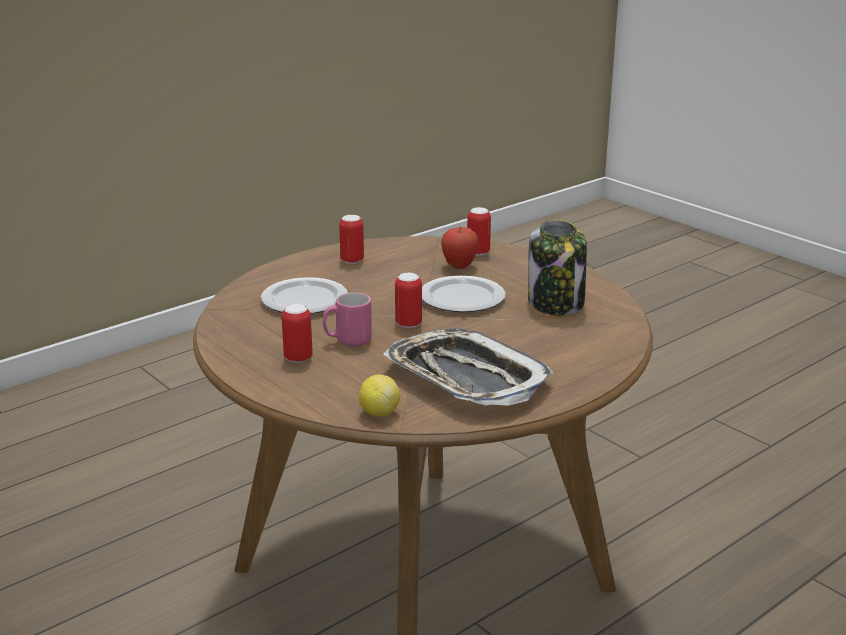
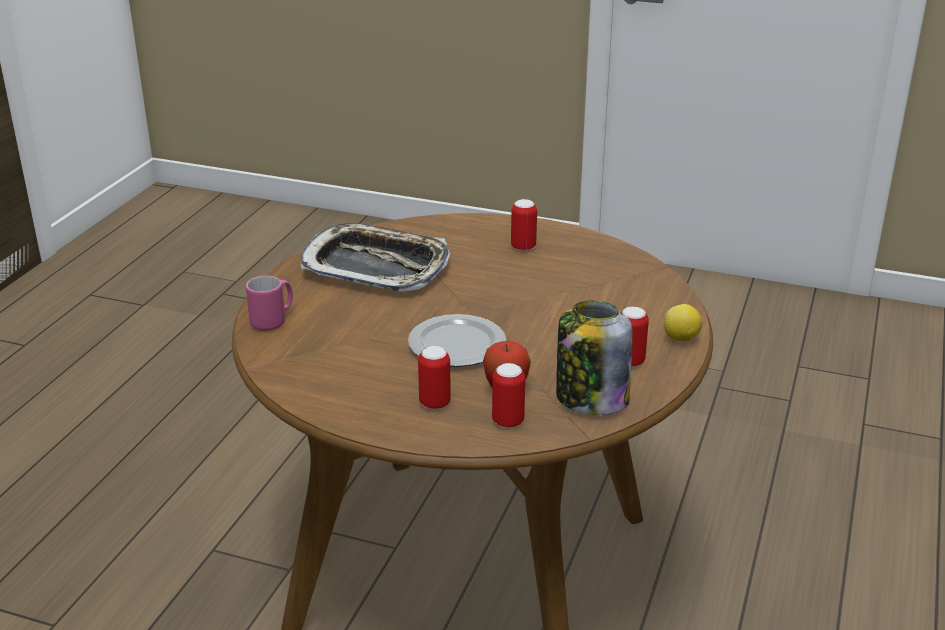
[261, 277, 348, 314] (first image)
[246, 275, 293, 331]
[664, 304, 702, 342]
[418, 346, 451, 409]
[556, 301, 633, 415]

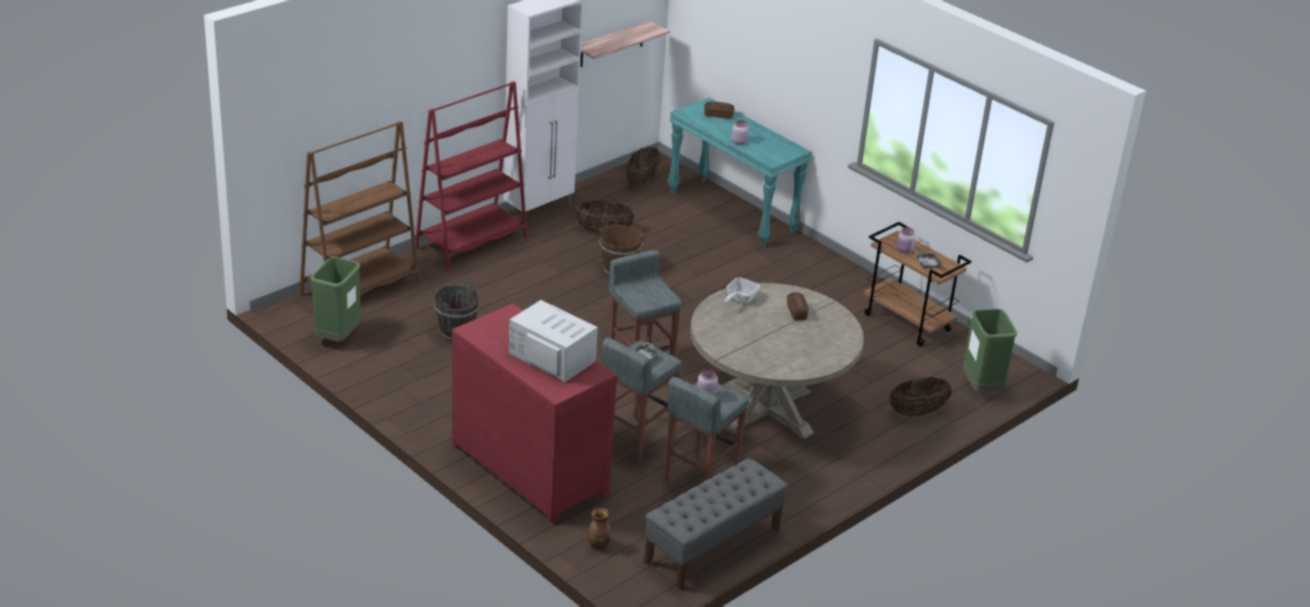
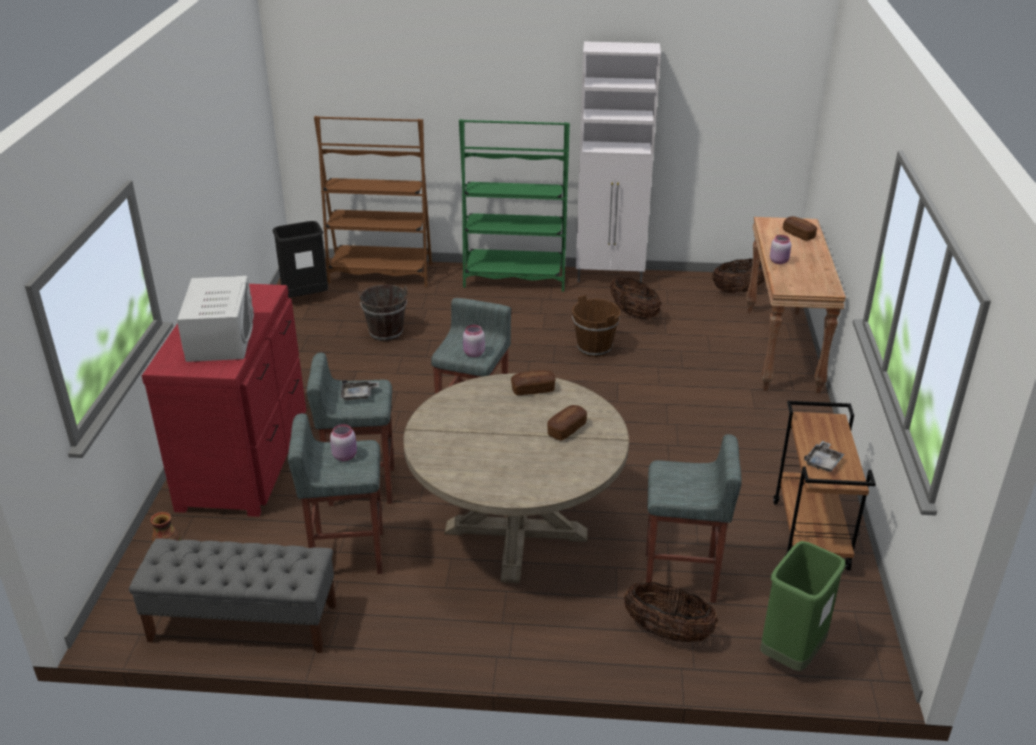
[580, 21, 670, 67] (first image)
[646, 434, 742, 603]
[463, 325, 485, 357]
[511, 370, 555, 395]
[272, 221, 328, 297]
[459, 119, 570, 292]
[746, 217, 846, 393]

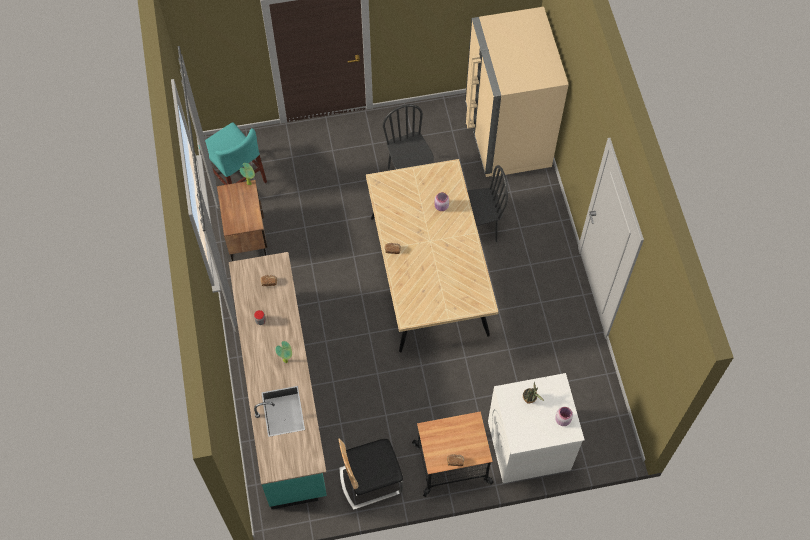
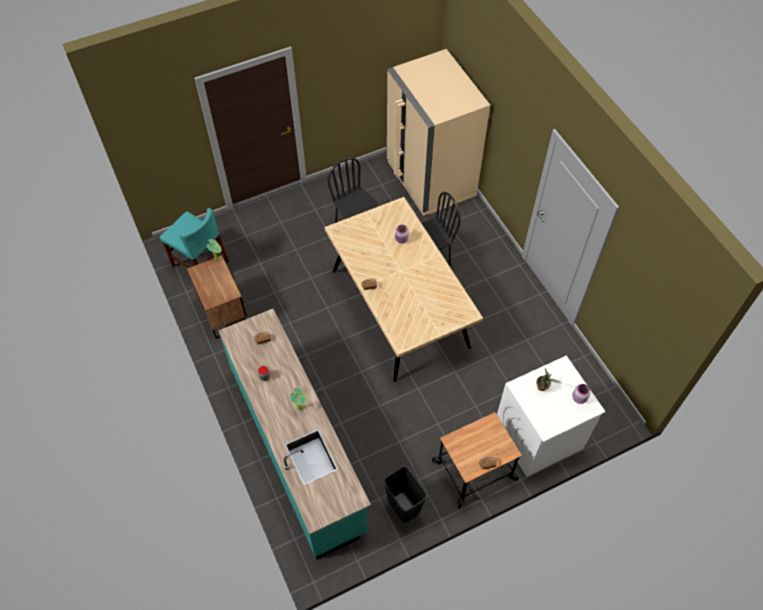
[383, 466, 428, 523]

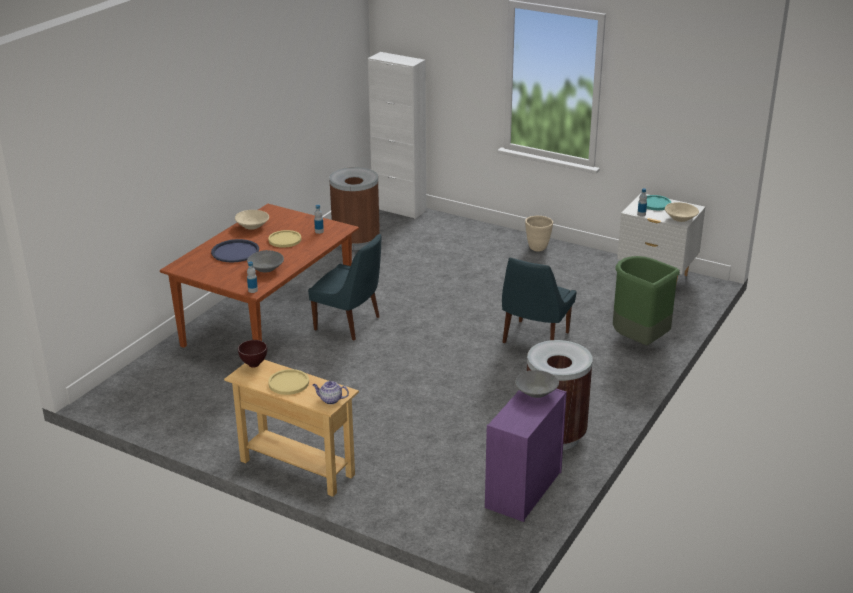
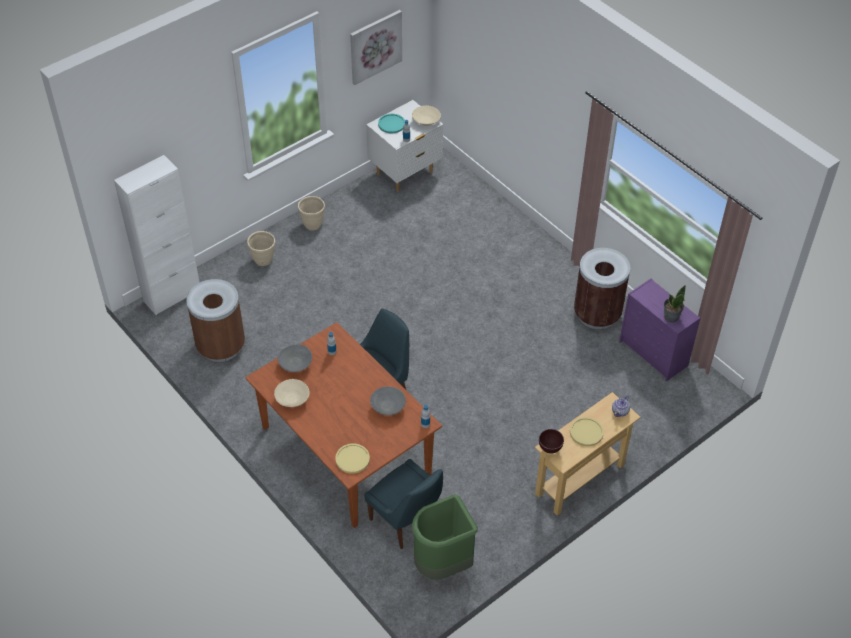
[211, 239, 259, 262] (first image)
[247, 231, 275, 266]
[350, 10, 402, 85]
[664, 286, 686, 323]
[335, 443, 370, 474]
[364, 459, 443, 549]
[278, 344, 312, 372]
[412, 495, 478, 580]

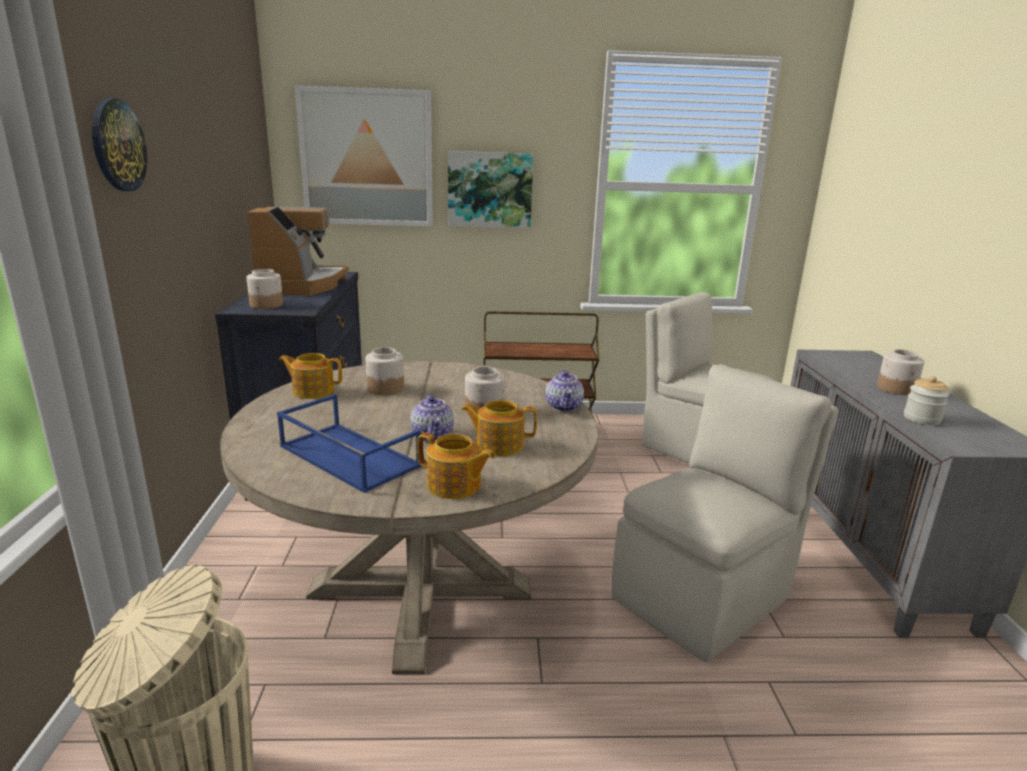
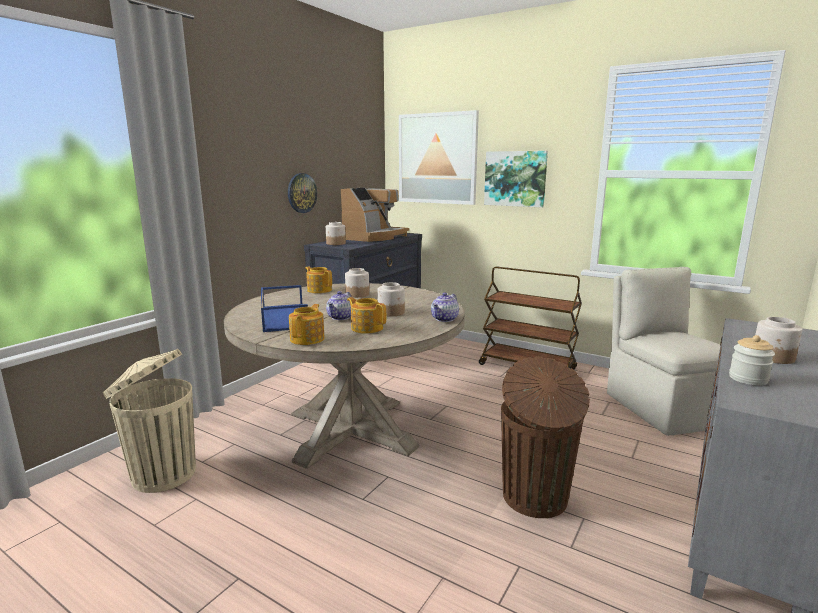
[288, 173, 317, 213]
[501, 356, 590, 518]
[289, 304, 325, 345]

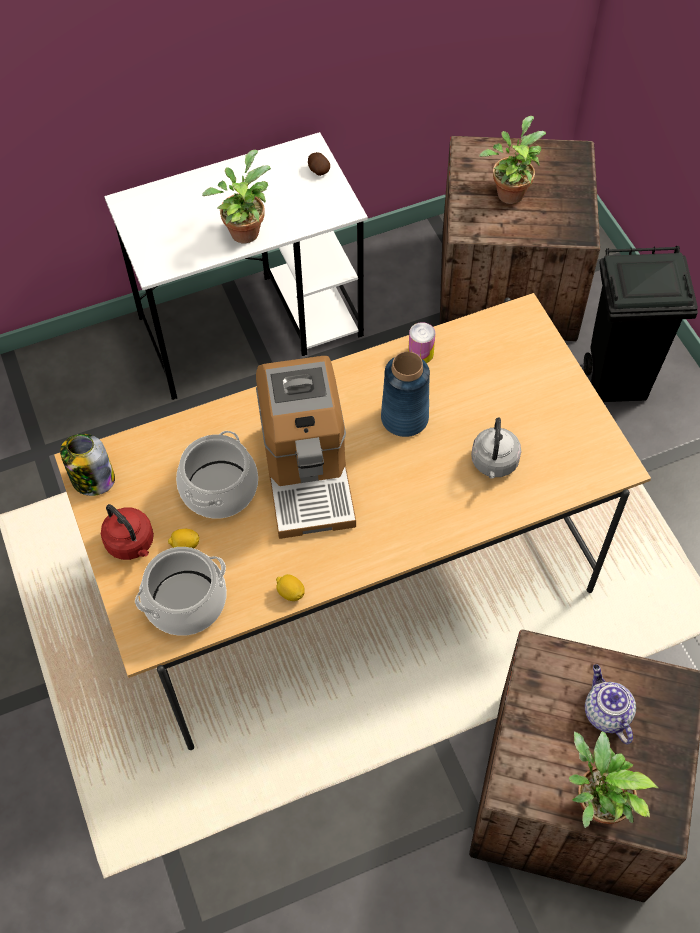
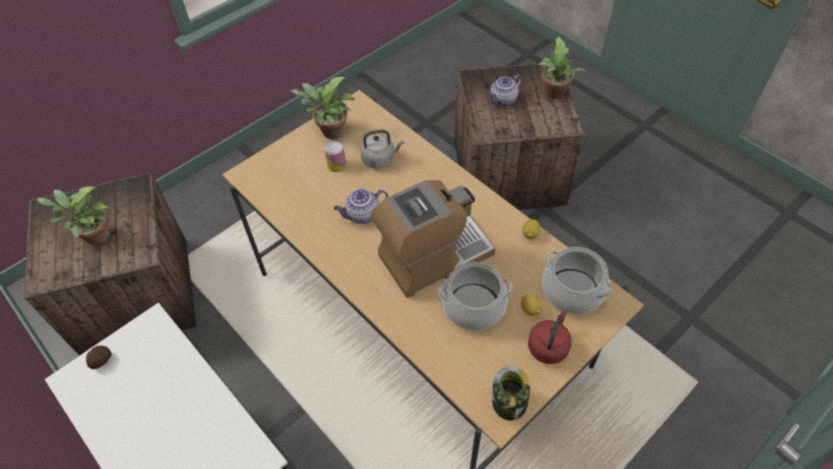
[584, 246, 698, 402] (first image)
[290, 77, 355, 139]
[324, 141, 346, 172]
[334, 189, 388, 224]

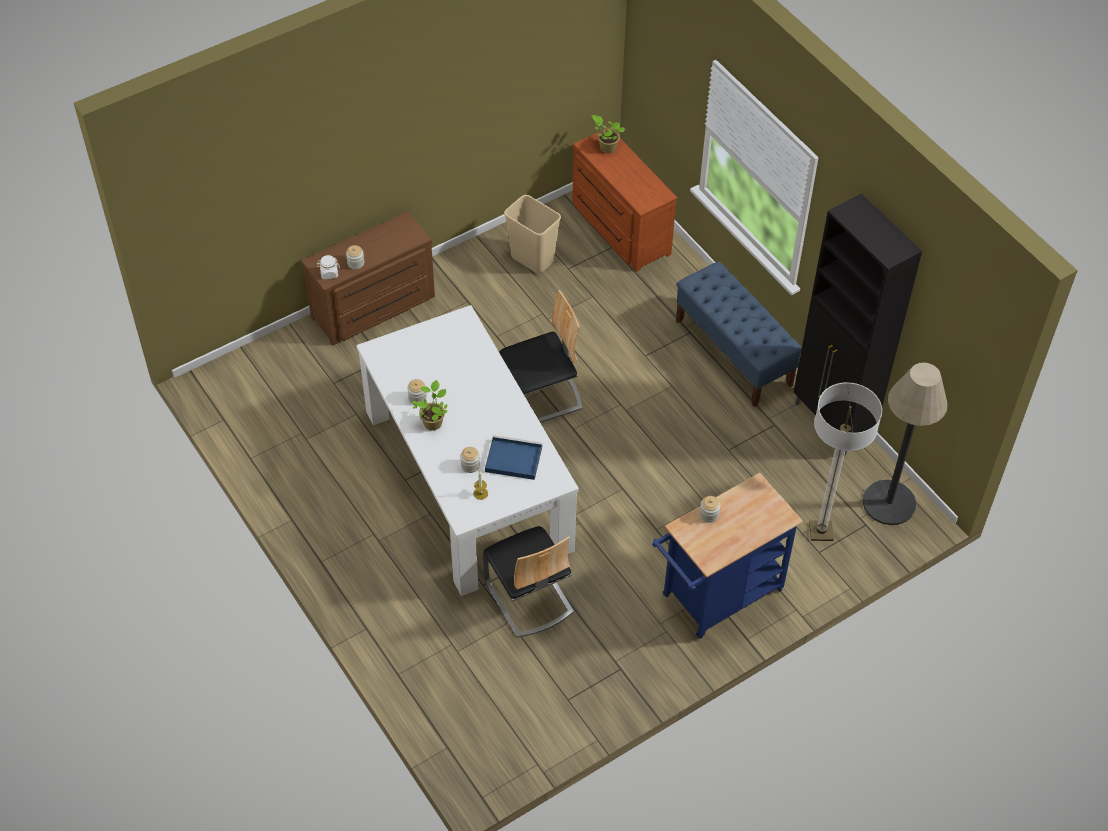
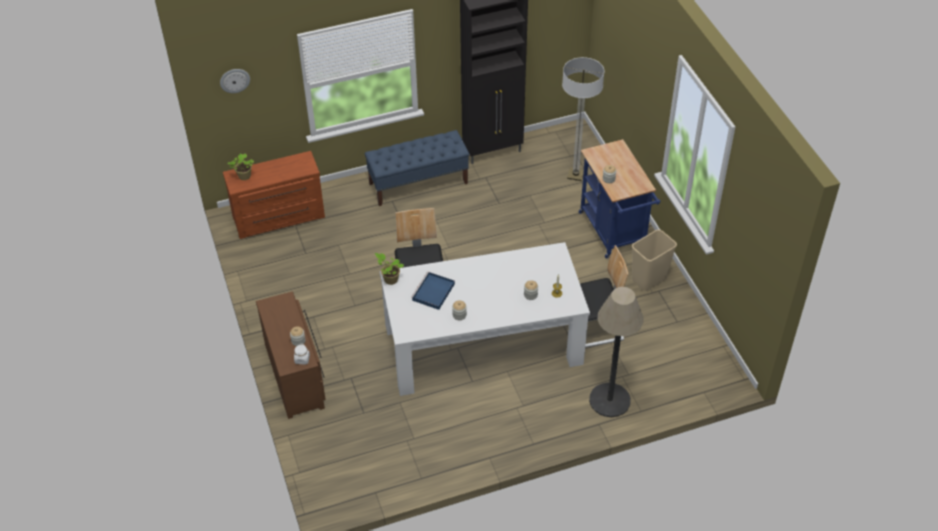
[220, 69, 250, 93]
[375, 253, 404, 285]
[411, 272, 455, 310]
[632, 229, 677, 291]
[589, 287, 644, 417]

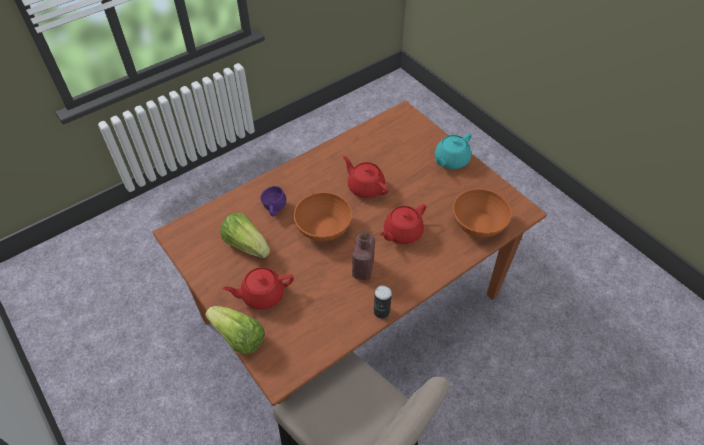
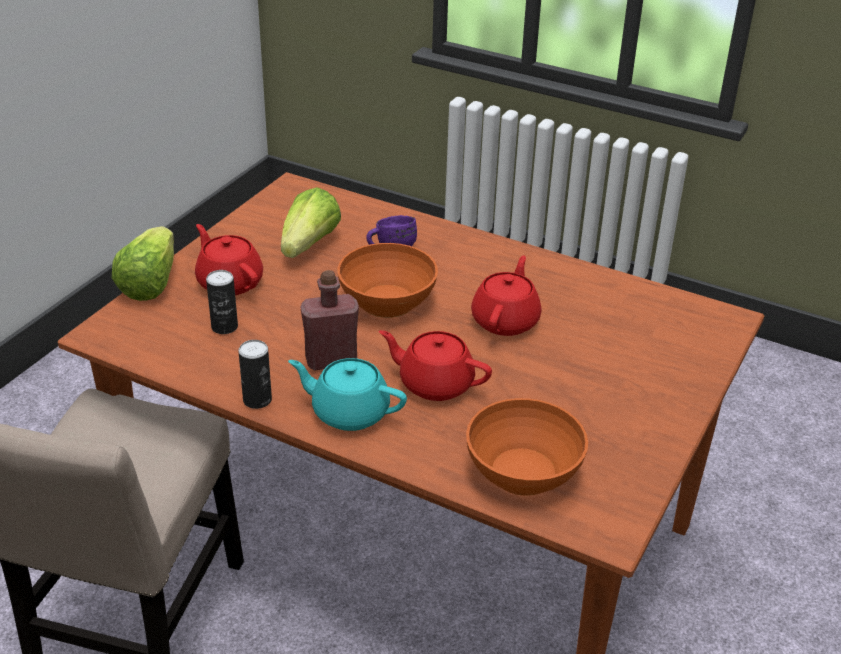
[206, 270, 238, 334]
[288, 358, 407, 431]

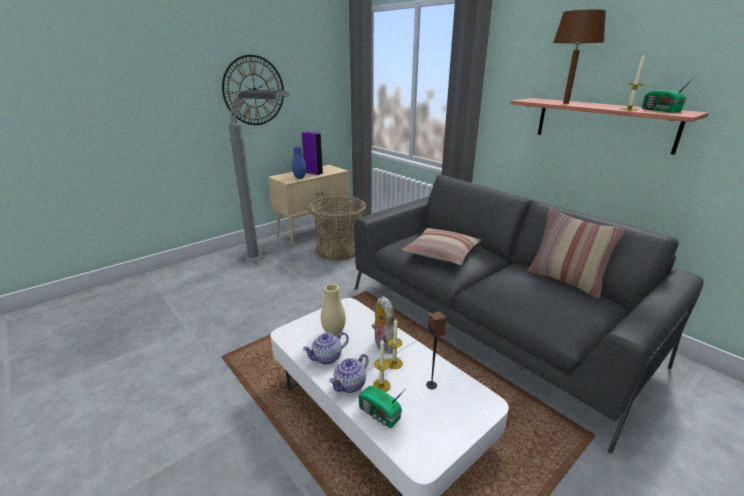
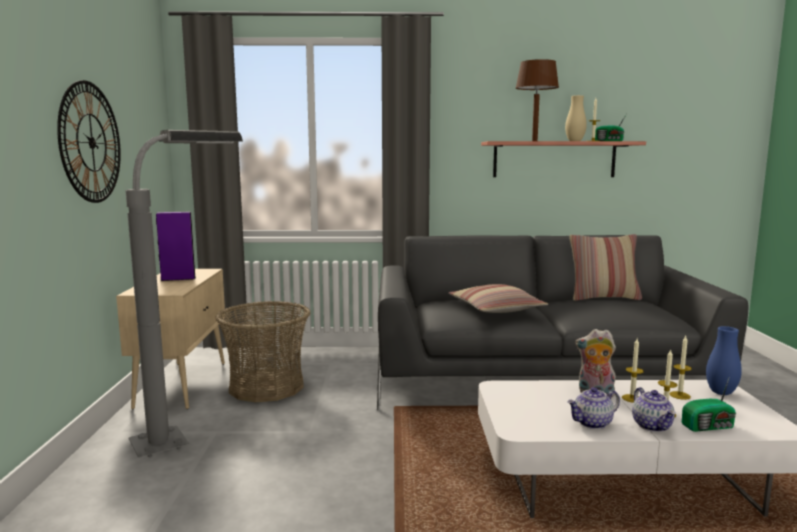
[706, 326, 742, 395]
[565, 95, 587, 141]
[669, 336, 692, 400]
[568, 387, 620, 429]

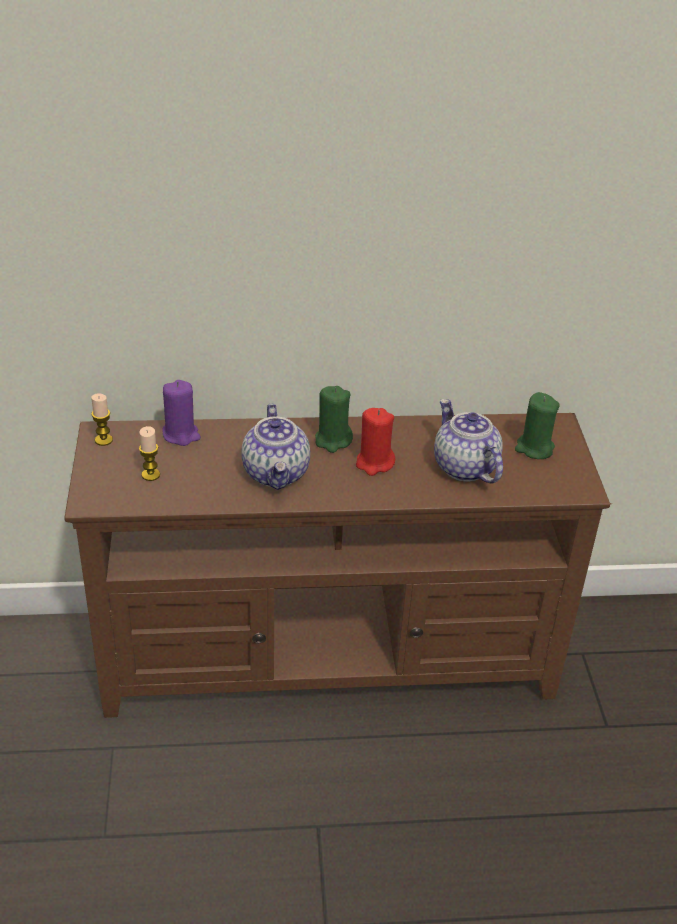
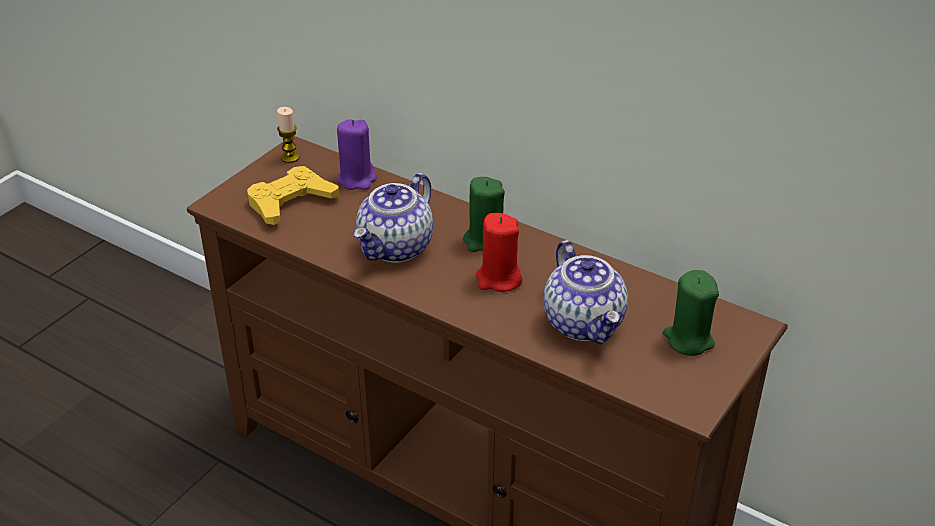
[247, 166, 339, 225]
[543, 240, 628, 344]

